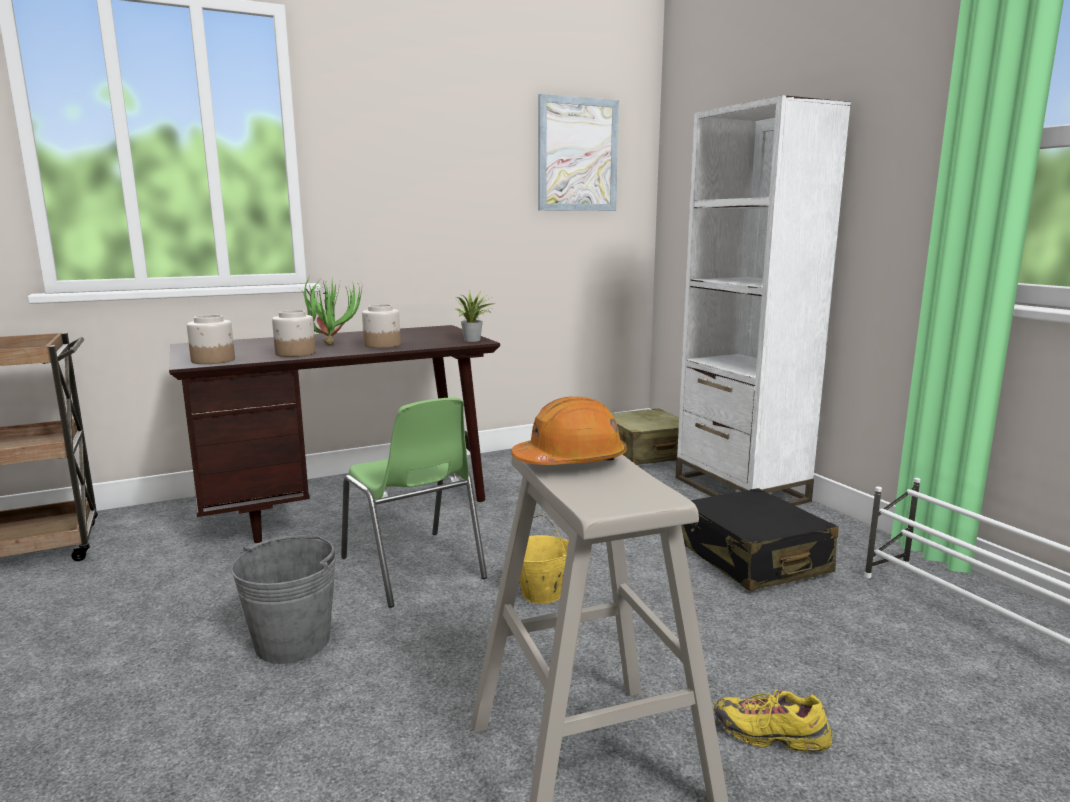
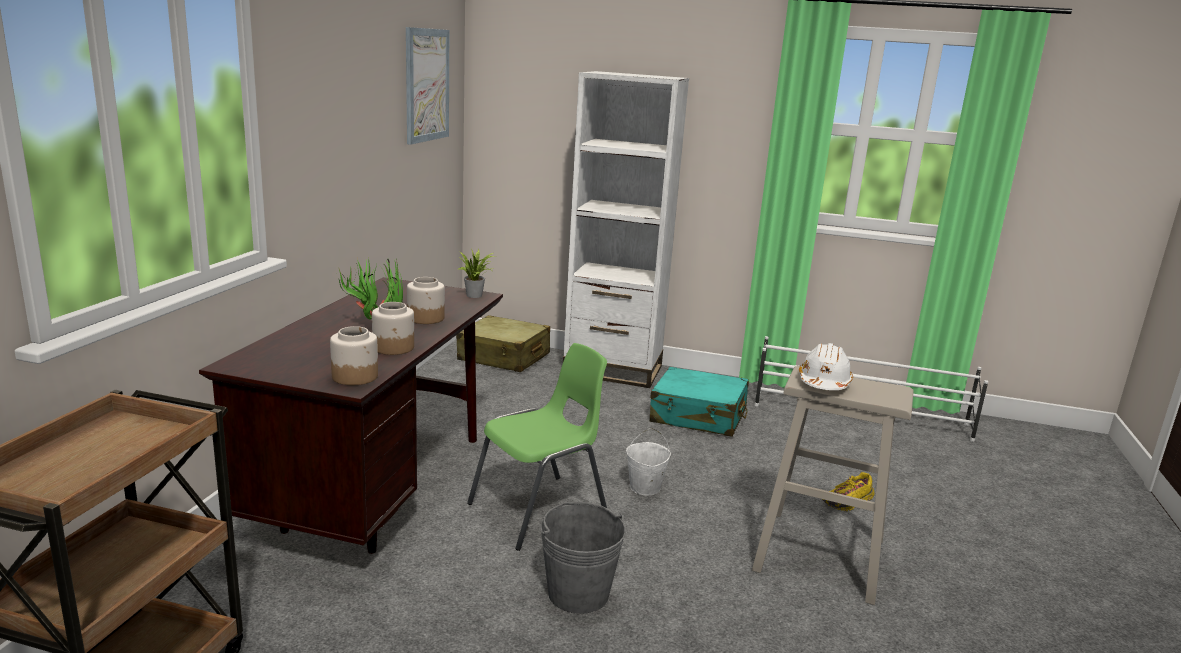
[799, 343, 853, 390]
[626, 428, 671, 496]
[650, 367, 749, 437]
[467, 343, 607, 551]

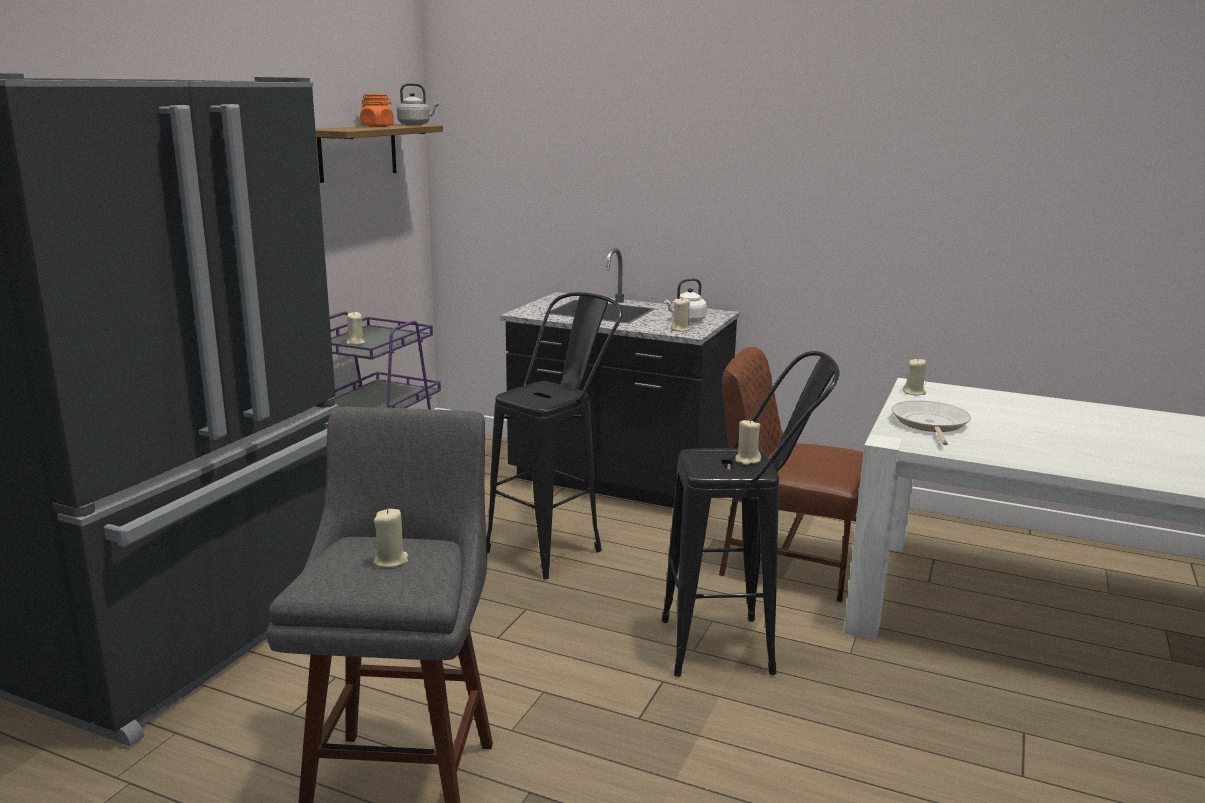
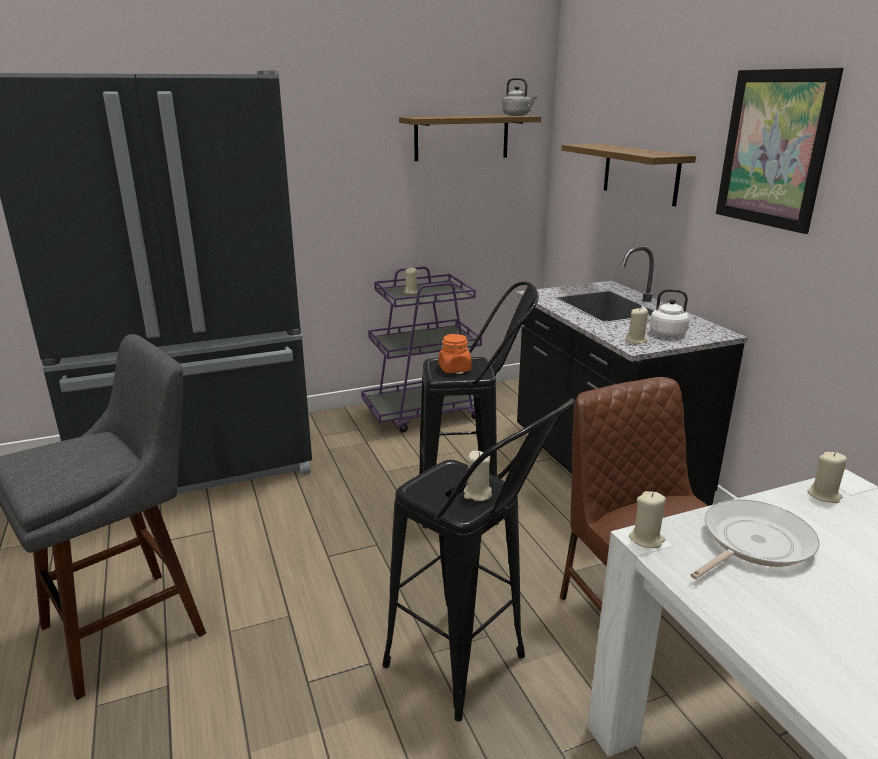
[562, 143, 696, 206]
[716, 68, 844, 234]
[439, 334, 471, 373]
[629, 491, 666, 548]

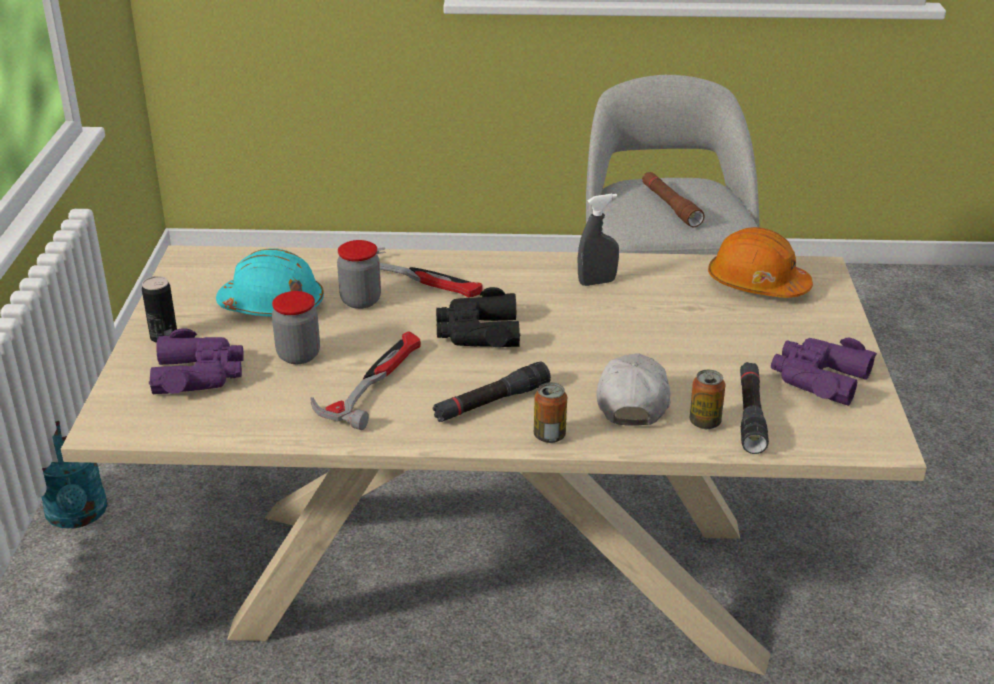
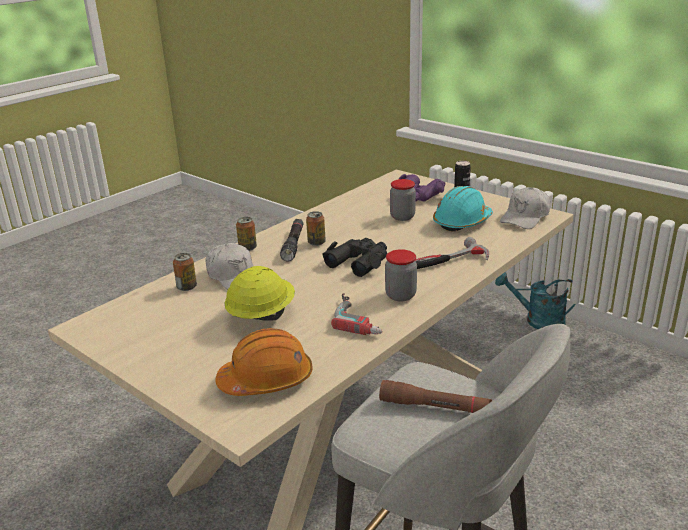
[310, 331, 421, 430] (first image)
[740, 362, 769, 454] (first image)
[771, 338, 877, 406] (first image)
[225, 266, 295, 320]
[306, 211, 326, 246]
[500, 187, 550, 229]
[385, 249, 417, 302]
[331, 293, 383, 335]

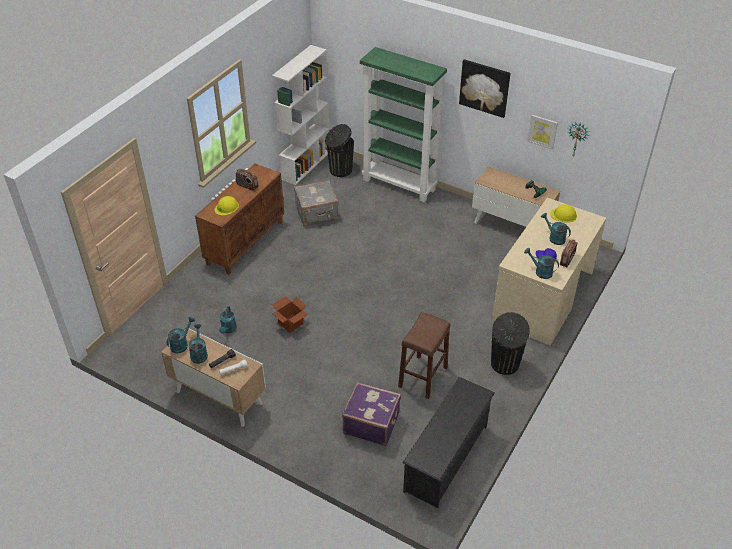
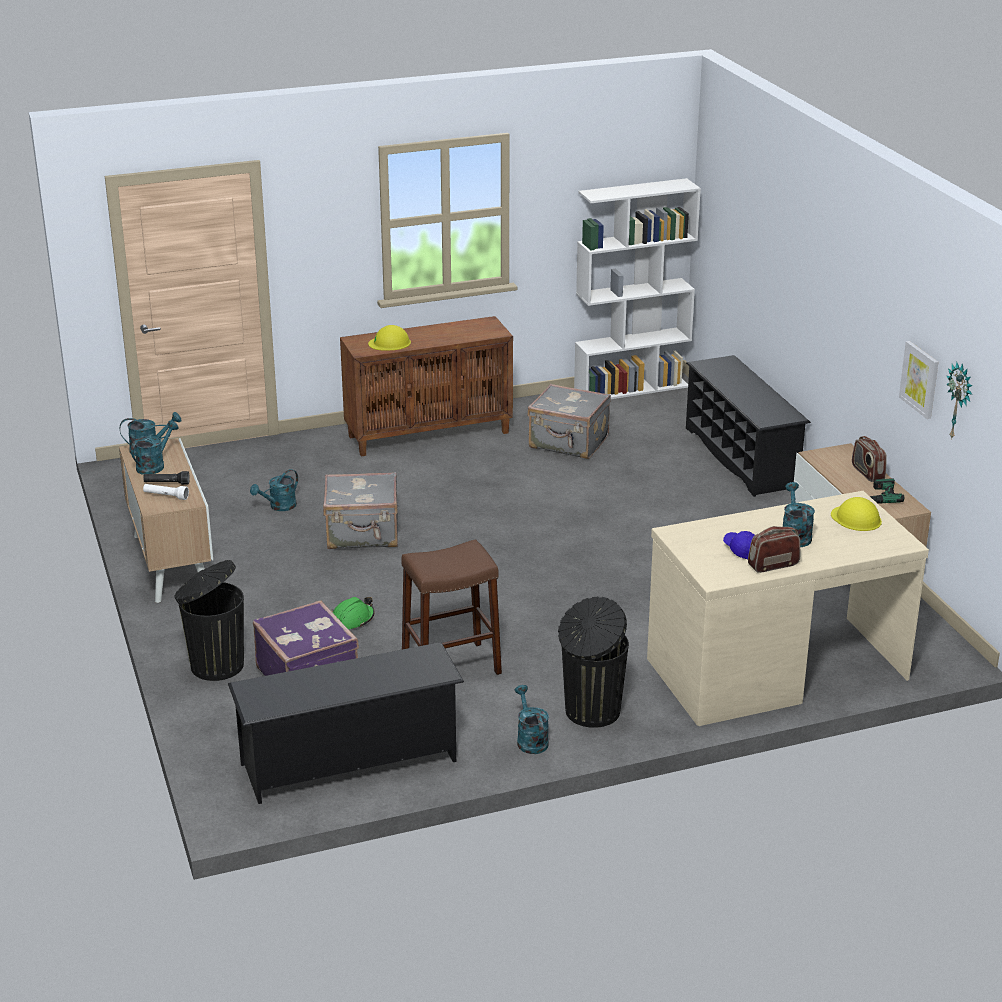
[459, 59, 511, 118] (first image)
[331, 597, 375, 629]
[852, 436, 887, 482]
[174, 560, 244, 681]
[515, 685, 549, 754]
[323, 472, 398, 549]
[686, 355, 811, 497]

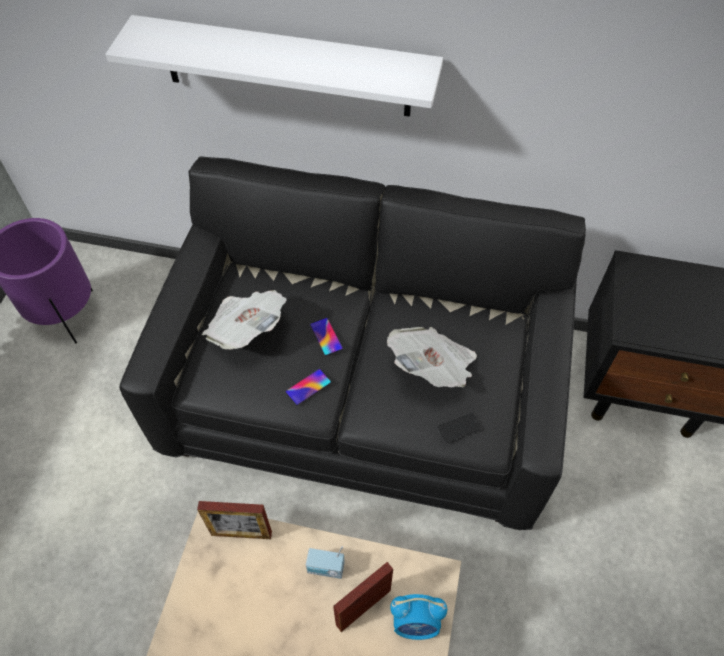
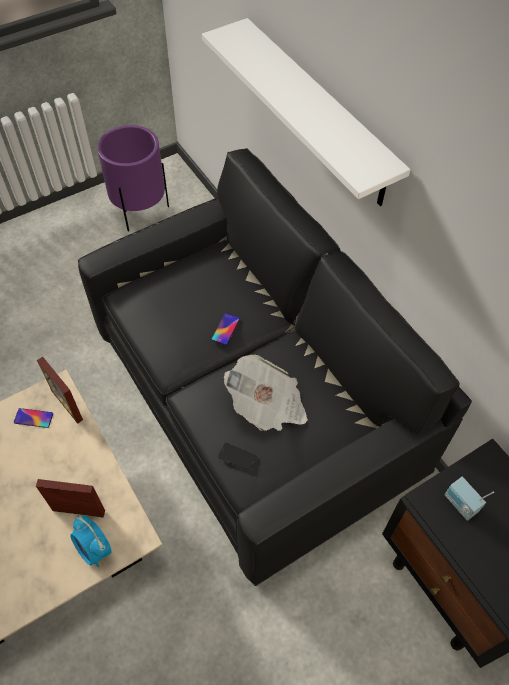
[202, 290, 287, 350] (first image)
[14, 408, 53, 428]
[444, 477, 494, 521]

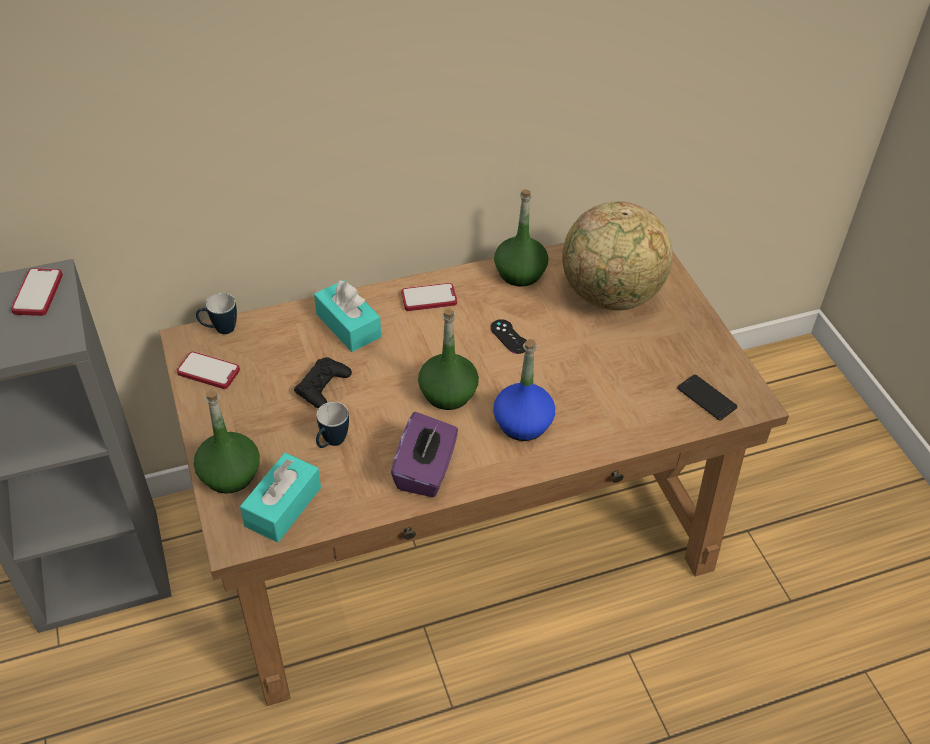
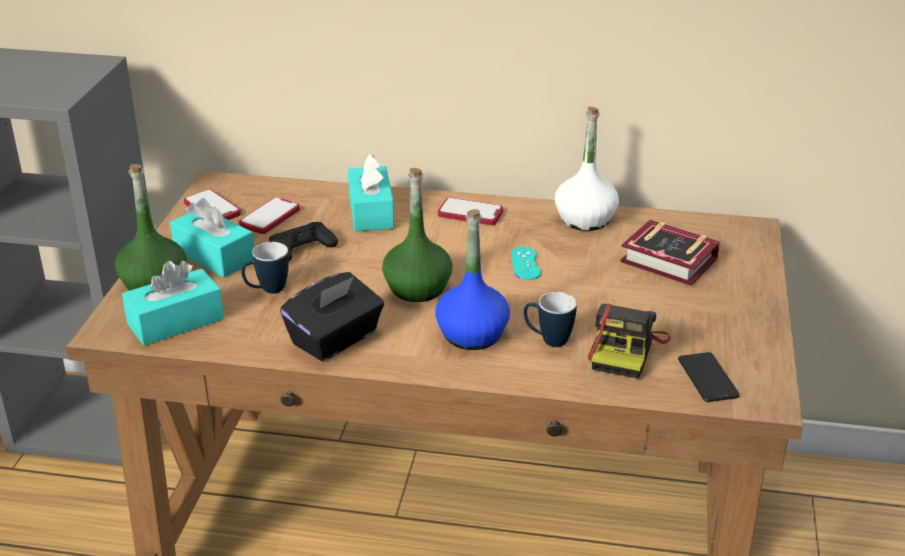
[170, 198, 254, 278]
[588, 304, 671, 379]
[239, 197, 300, 234]
[524, 292, 577, 347]
[620, 220, 720, 286]
[280, 272, 384, 361]
[511, 247, 541, 280]
[555, 107, 619, 231]

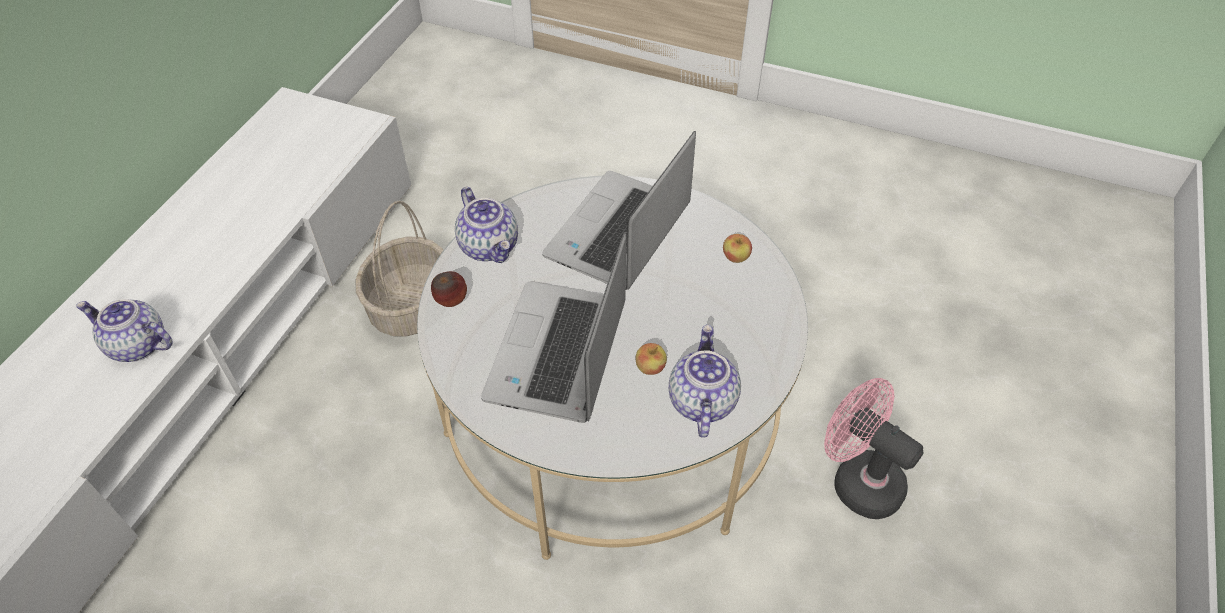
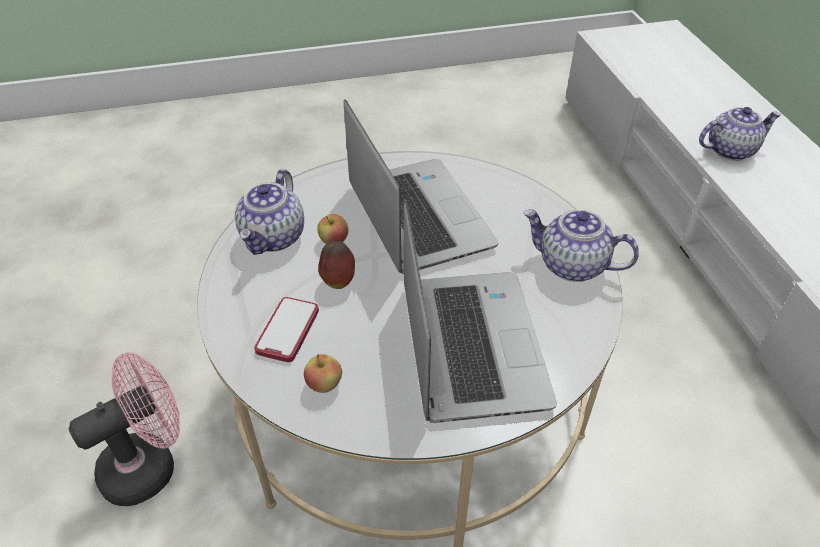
[356, 201, 443, 336] (first image)
[254, 297, 319, 362]
[318, 241, 355, 289]
[235, 169, 304, 255]
[69, 352, 180, 506]

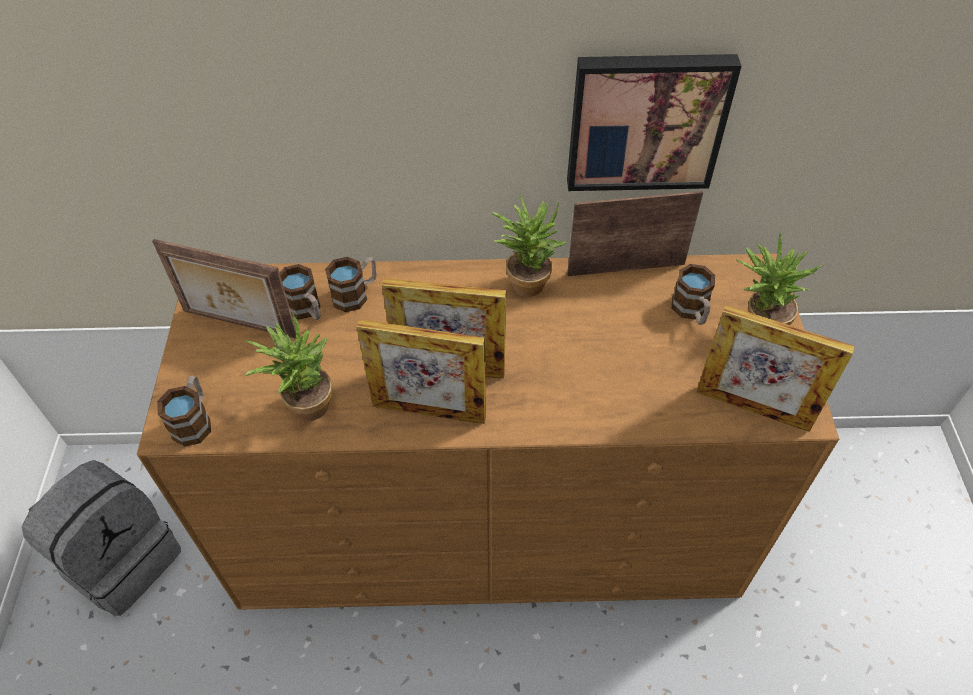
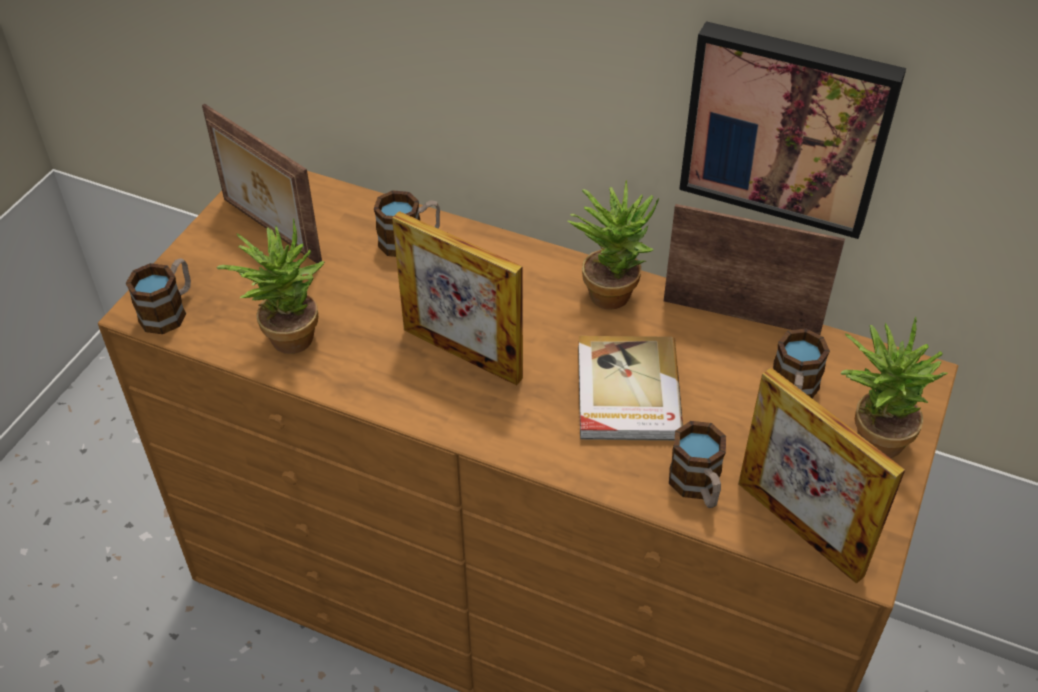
[22, 460, 181, 616] (first image)
[357, 319, 486, 424] (first image)
[578, 336, 683, 441]
[669, 421, 726, 508]

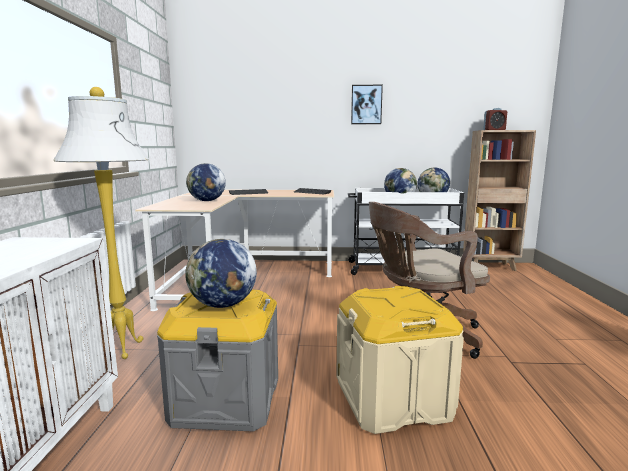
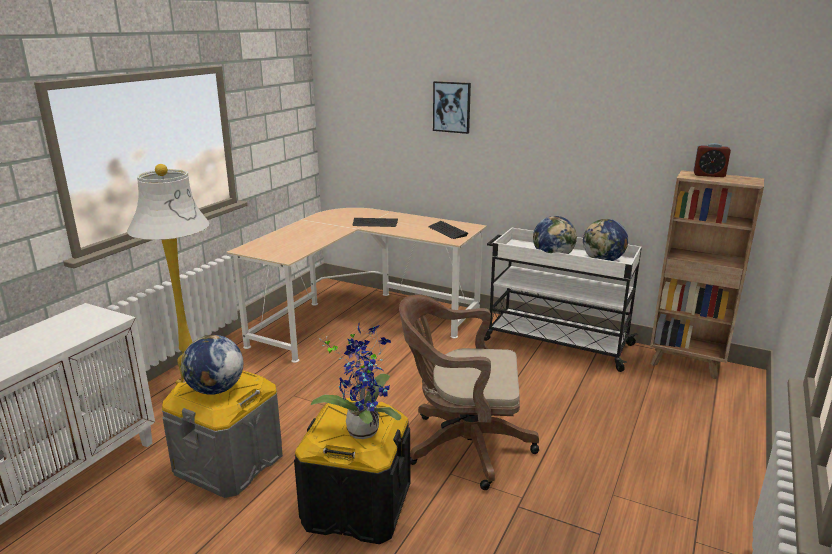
[186, 163, 226, 201] (first image)
[310, 322, 401, 439]
[433, 81, 471, 134]
[294, 398, 410, 544]

